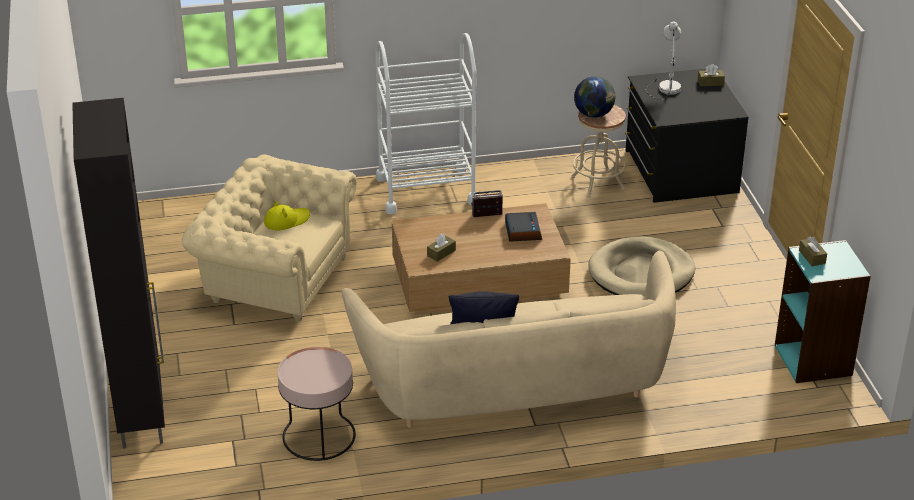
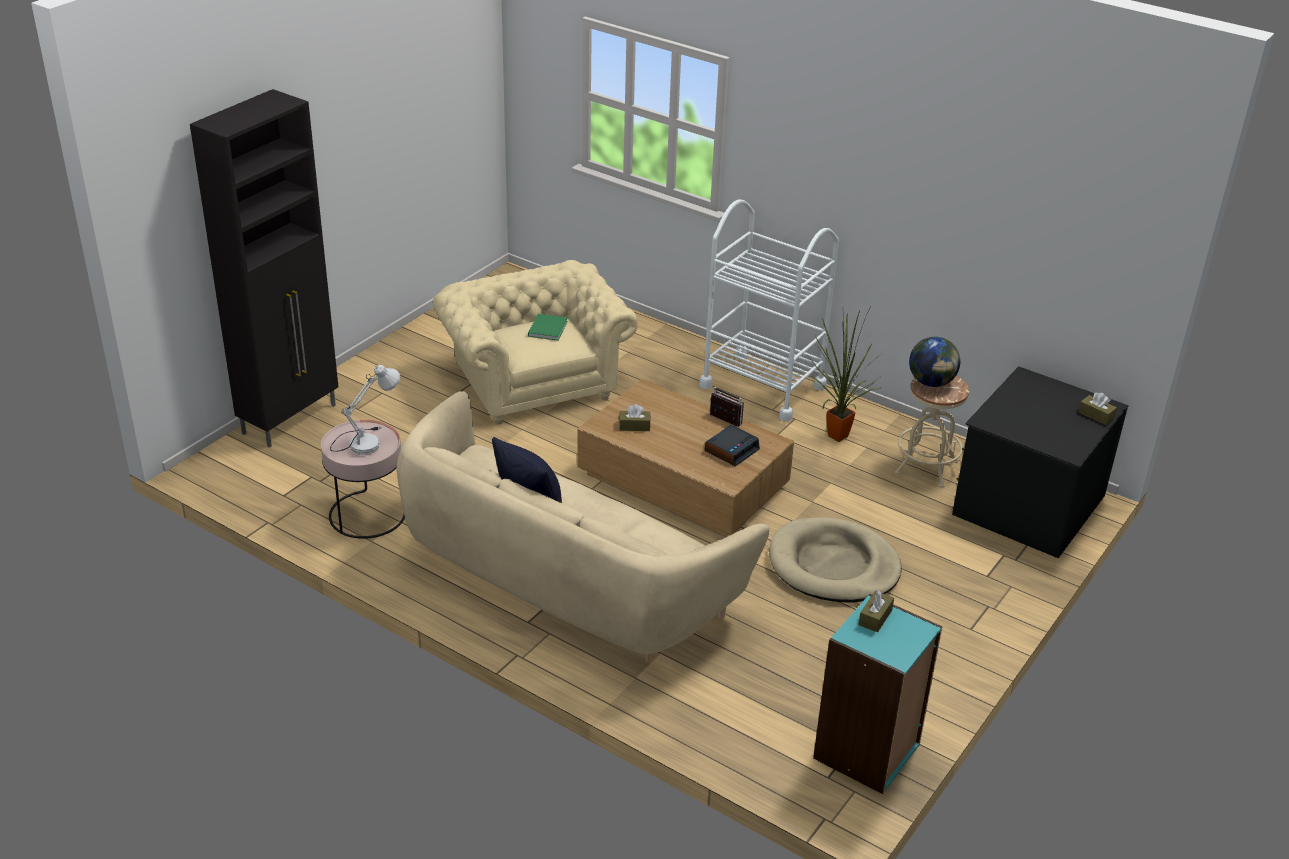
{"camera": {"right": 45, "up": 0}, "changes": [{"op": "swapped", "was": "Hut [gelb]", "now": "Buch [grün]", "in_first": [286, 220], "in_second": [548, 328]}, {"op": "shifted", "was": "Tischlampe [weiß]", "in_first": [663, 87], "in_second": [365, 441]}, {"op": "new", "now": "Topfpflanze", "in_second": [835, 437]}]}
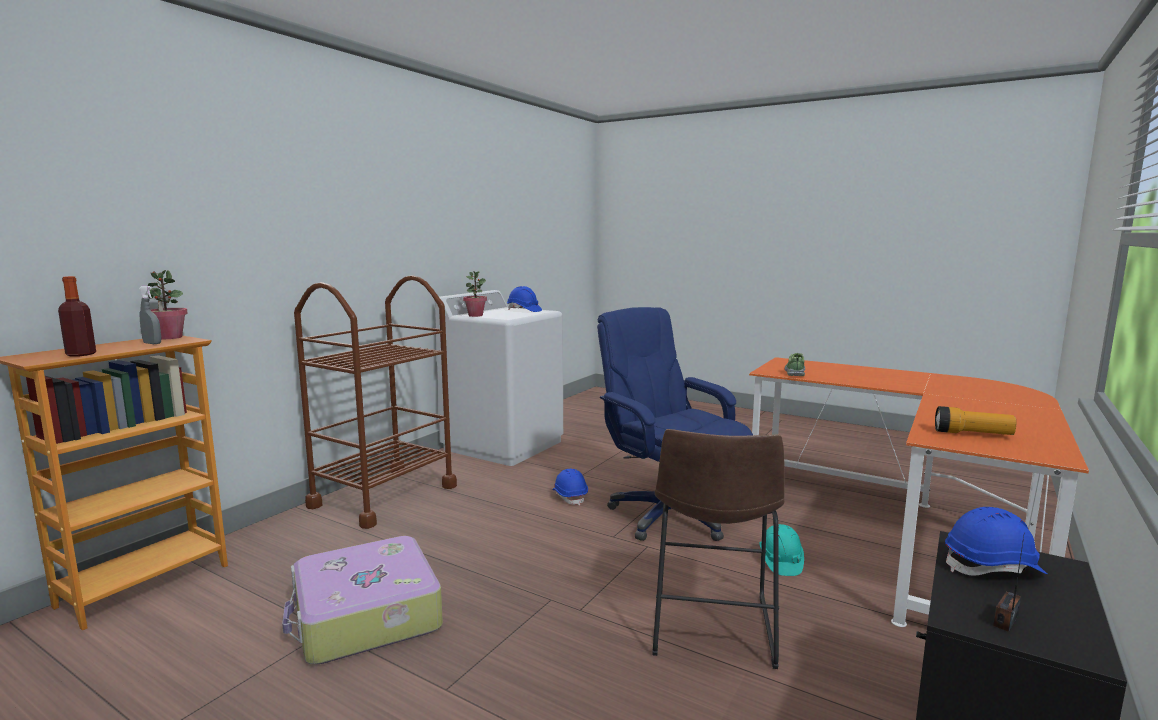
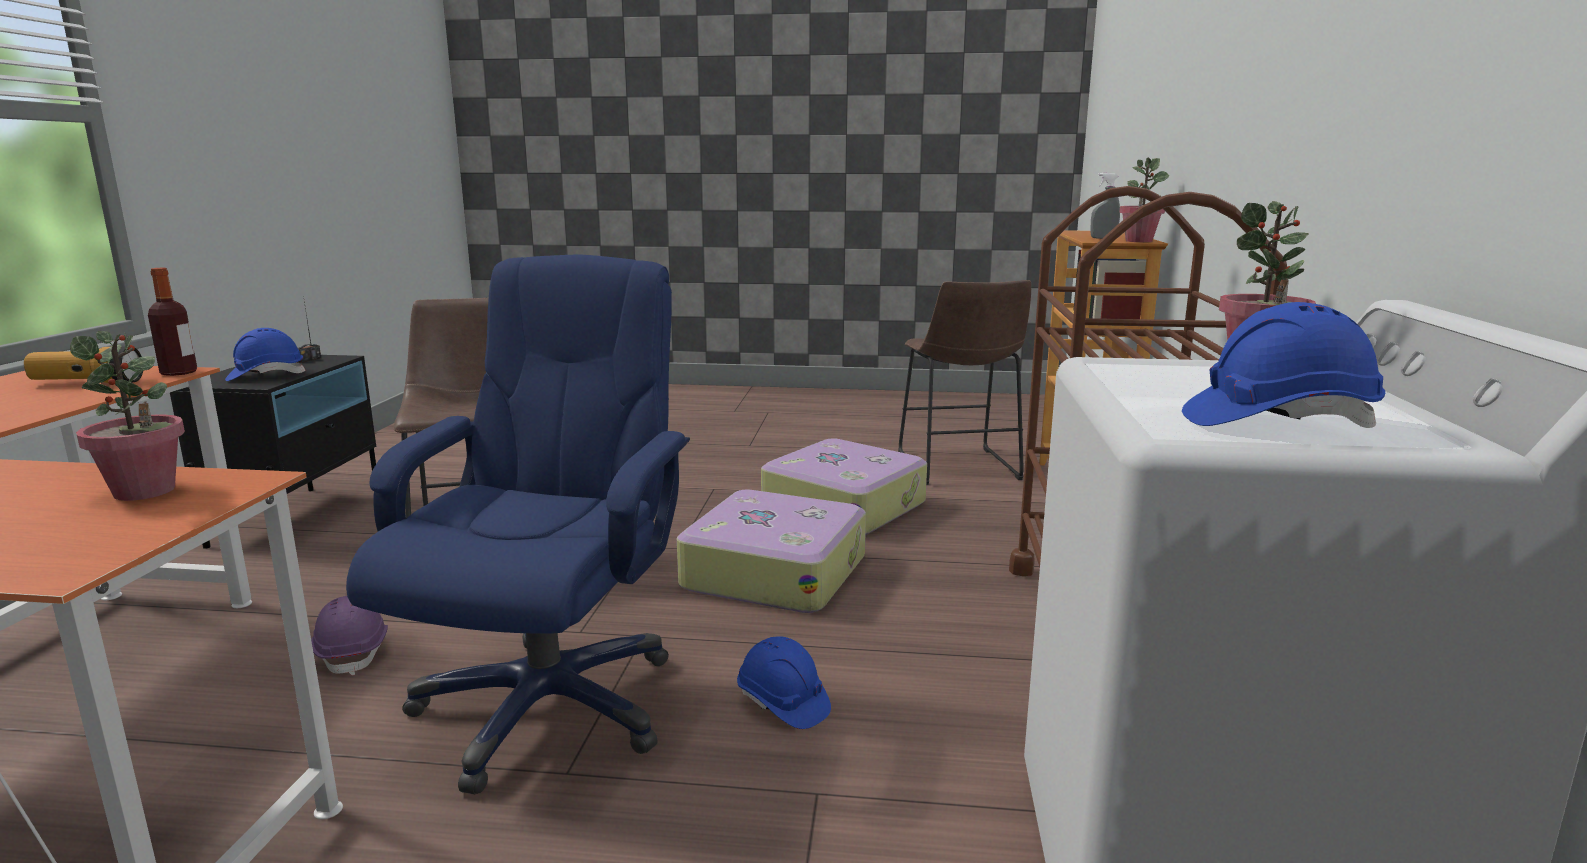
{"camera": {"right": 155, "up": 5}, "changes": [{"op": "shifted", "was": "Flasche", "in_first": [81, 354], "in_second": [179, 372]}, {"op": "rotated", "was": "Bürostuhl [blau]", "in_first": [669, 515], "in_second": [548, 704], "clockwise": -105}, {"op": "repainted", "was": "Schutzhelm [türkis]", "now": "Schutzhelm [lila]", "in_first": [780, 562], "in_second": [354, 652]}, {"op": "swapped", "was": "Schuh", "now": "Topfpflanze", "in_first": [795, 372], "in_second": [145, 491]}, {"op": "new", "now": "Koffer", "in_second": [774, 571]}, {"op": "new", "now": "Hocker [braun]", "in_second": [959, 468]}]}
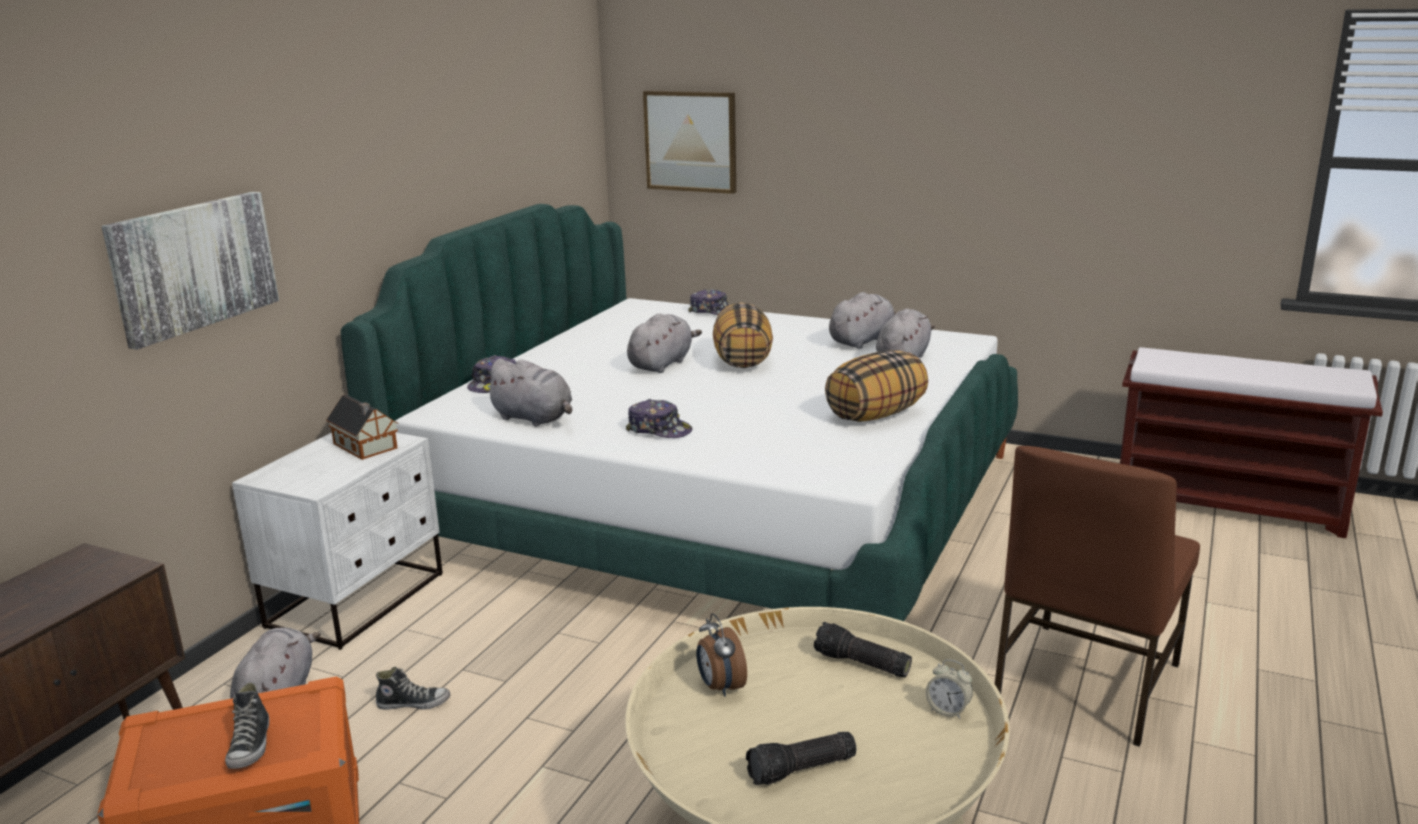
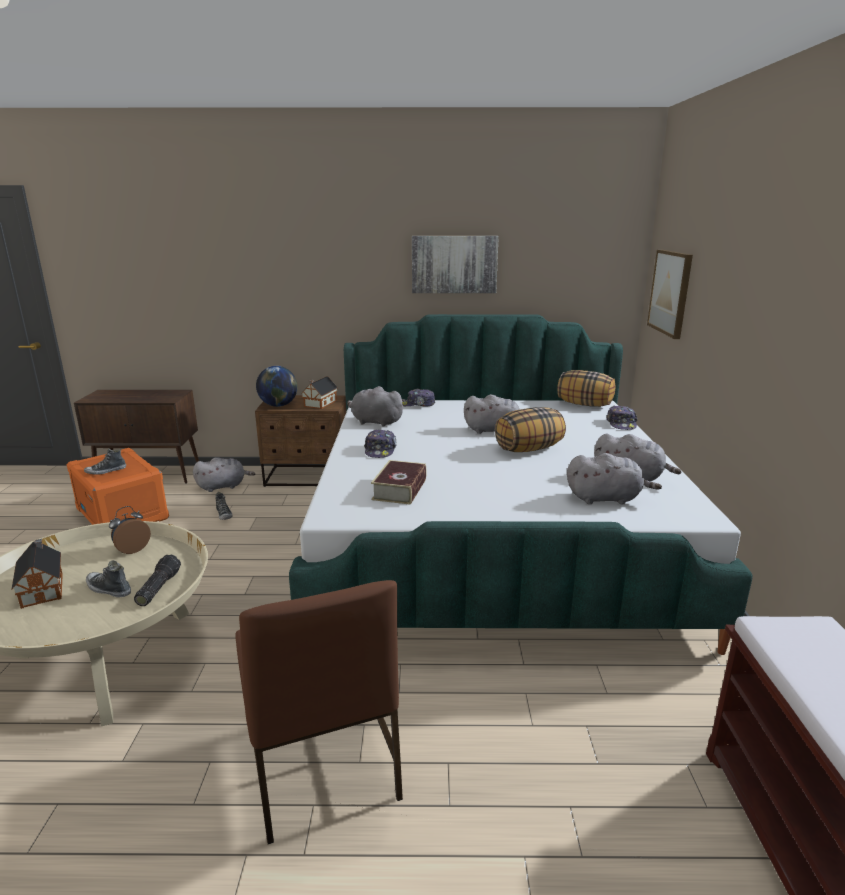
{"camera": {"right": 65, "up": 0}, "changes": [{"op": "shifted", "was": "Bild", "in_first": [193, 266], "in_second": [454, 264]}, {"op": "repainted", "was": "Nachttisch [weiß]", "now": "Nachttisch [braun]", "in_first": [358, 600], "in_second": [307, 477]}, {"op": "rotated", "was": "Plüschtier [grau]", "in_first": [534, 418], "in_second": [375, 422], "clockwise": 105}, {"op": "swapped", "was": "Taschenlampe", "now": "Spielzeughaus", "in_first": [802, 770], "in_second": [43, 588]}, {"op": "shifted", "was": "Kissen", "in_first": [875, 415], "in_second": [584, 404]}, {"op": "gone", "was": "Wecker", "in_first": [948, 710]}, {"op": "rotated", "was": "Stuhl [braun]", "in_first": [1084, 682], "in_second": [320, 764], "clockwise": -120}, {"op": "new", "now": "Schuh", "in_second": [108, 589]}, {"op": "new", "now": "Globus", "in_second": [278, 405]}, {"op": "new", "now": "Buch", "in_second": [400, 489]}]}
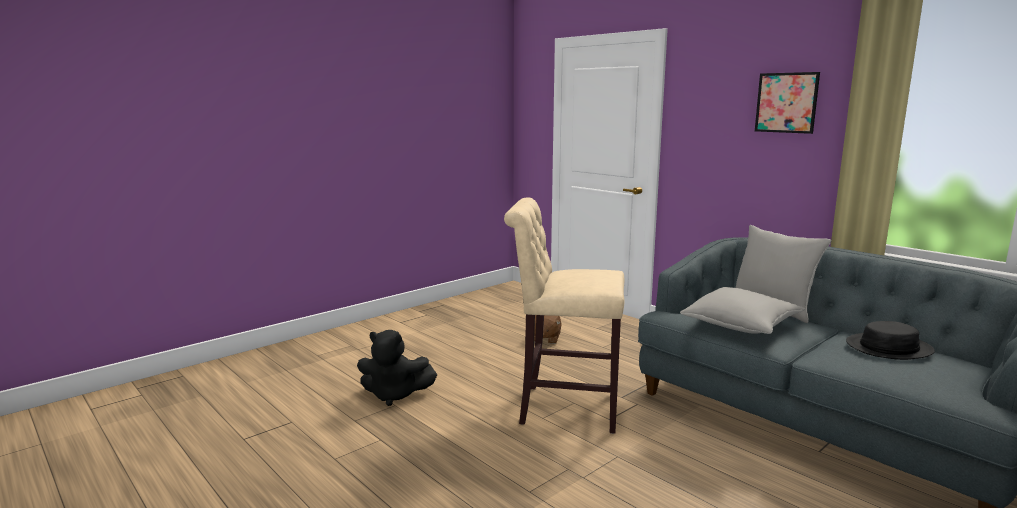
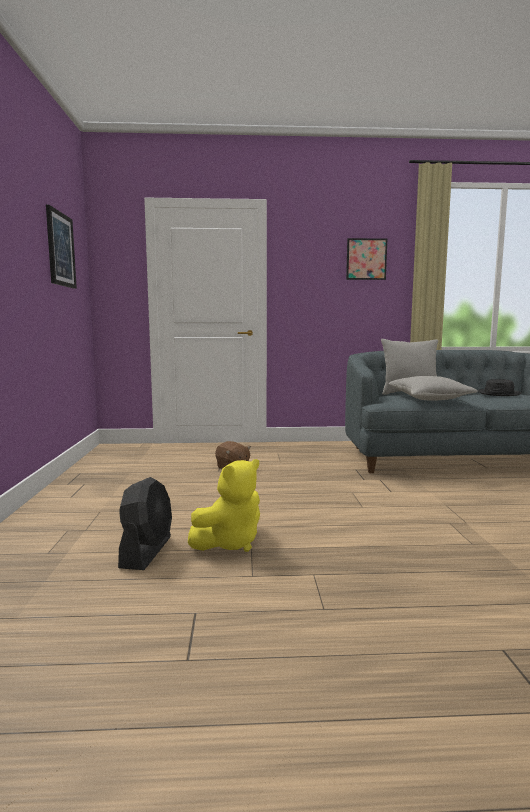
{"camera": {"right": -50, "up": -5}, "changes": [{"op": "repainted", "was": "Plüschtier [schwarz]", "now": "Plüschtier [gelb]", "in_first": [394, 395], "in_second": [230, 543]}, {"op": "gone", "was": "Hocker [beige]", "in_first": [563, 408]}, {"op": "new", "now": "Bild", "in_second": [60, 249]}, {"op": "new", "now": "Ventilator [schwarz]", "in_second": [146, 552]}]}
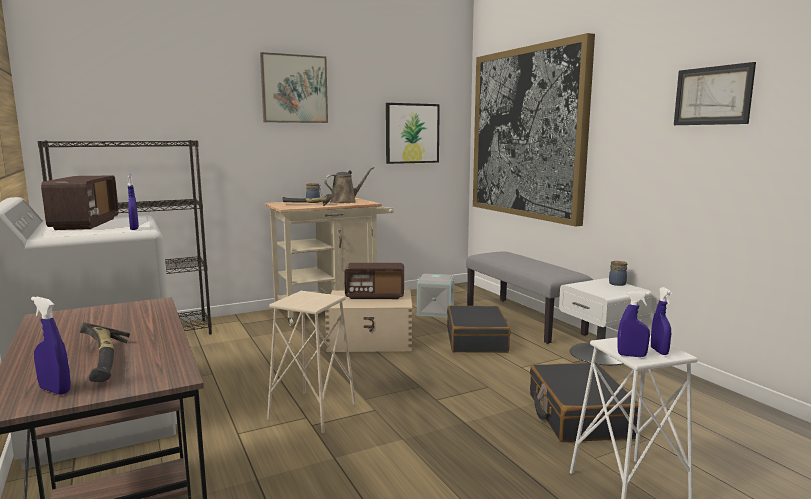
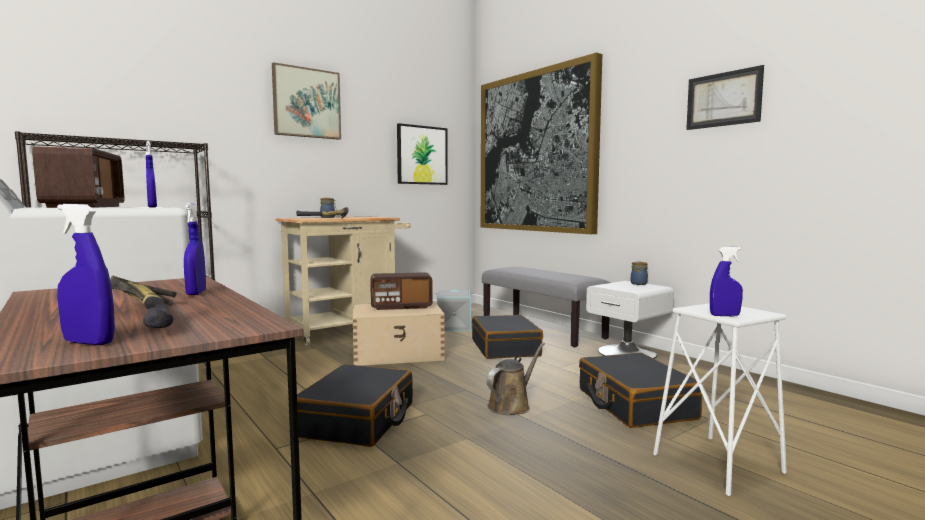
{"camera": {"right": -10, "up": -5}, "changes": [{"op": "swapped", "was": "Hocker [beige]", "now": "Koffer [schwarz]", "in_first": [313, 411], "in_second": [357, 420]}, {"op": "shifted", "was": "Gießkanne [braun]", "in_first": [345, 201], "in_second": [511, 405]}, {"op": "shifted", "was": "Sprühflasche [blau]", "in_first": [659, 351], "in_second": [196, 293]}]}
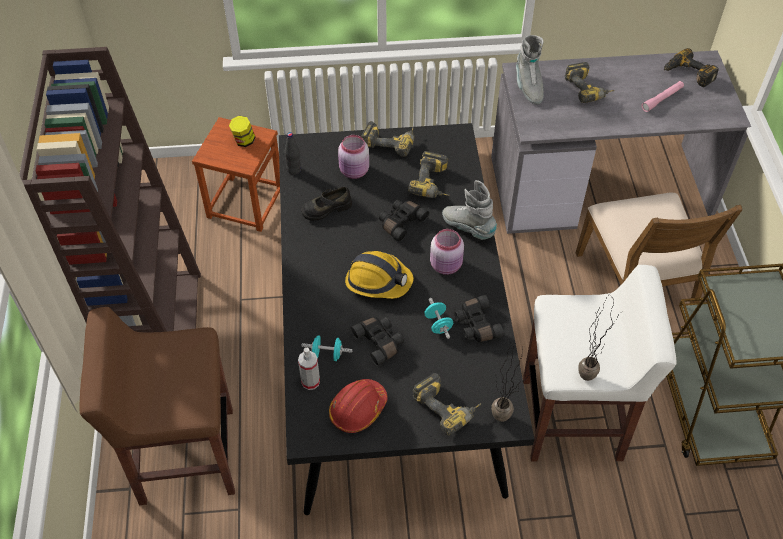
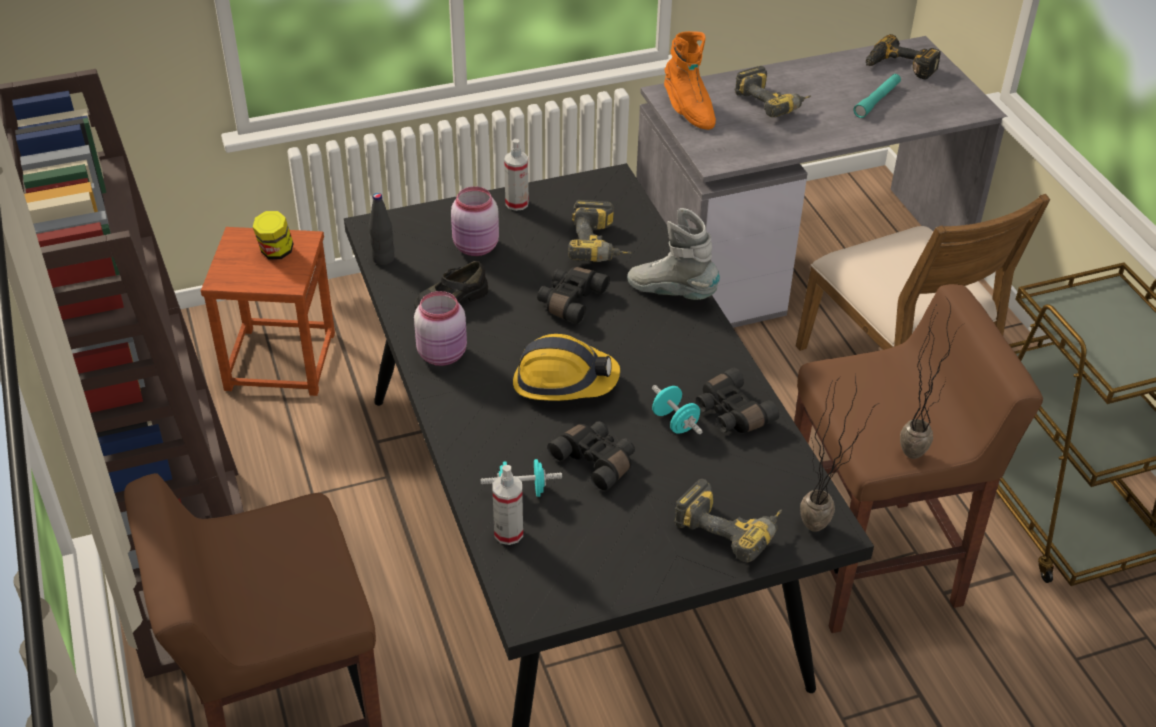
{"camera": {"right": -15, "up": -10}, "changes": [{"op": "gone", "was": "Schutzhelm [rot]", "in_first": [358, 409]}, {"op": "swapped", "was": "Bohrmaschine", "now": "Sprühflasche", "in_first": [390, 142], "in_second": [517, 203]}, {"op": "shifted", "was": "Vorratsglas [rosa]", "in_first": [447, 265], "in_second": [443, 354]}, {"op": "repainted", "was": "Stiefel [grau]", "now": "Stiefel [orange]", "in_first": [528, 87], "in_second": [688, 110]}, {"op": "repainted", "was": "Hocker [weiß]", "now": "Hocker [braun]", "in_first": [574, 419], "in_second": [873, 564]}, {"op": "repainted", "was": "Taschenlampe [rosa]", "now": "Taschenlampe [türkis]", "in_first": [662, 99], "in_second": [877, 100]}]}
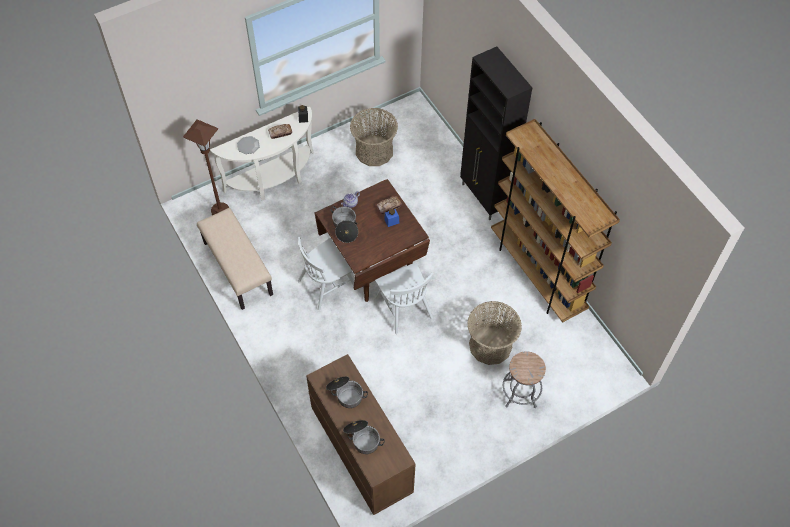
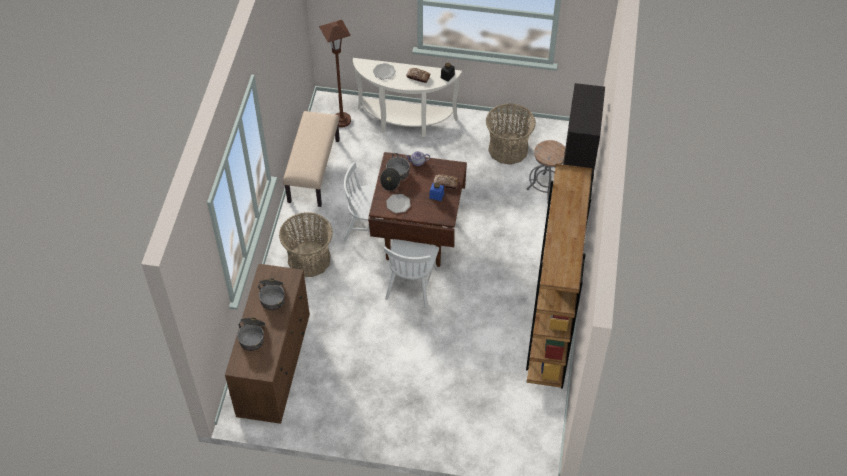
{"camera": {"right": 40, "up": -5}, "changes": [{"op": "shifted", "was": "Korb", "in_first": [490, 345], "in_second": [309, 259]}, {"op": "shifted", "was": "Hocker [grau]", "in_first": [520, 393], "in_second": [546, 188]}, {"op": "new", "now": "Teller", "in_second": [398, 204]}]}
